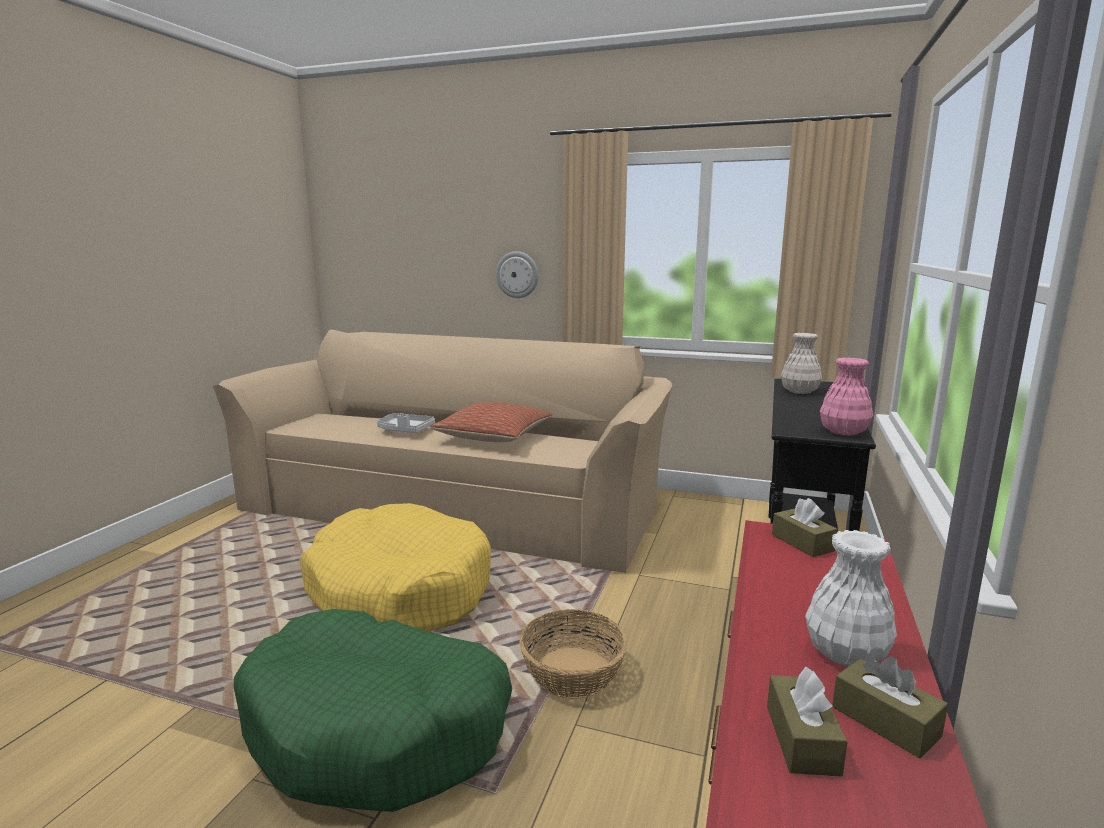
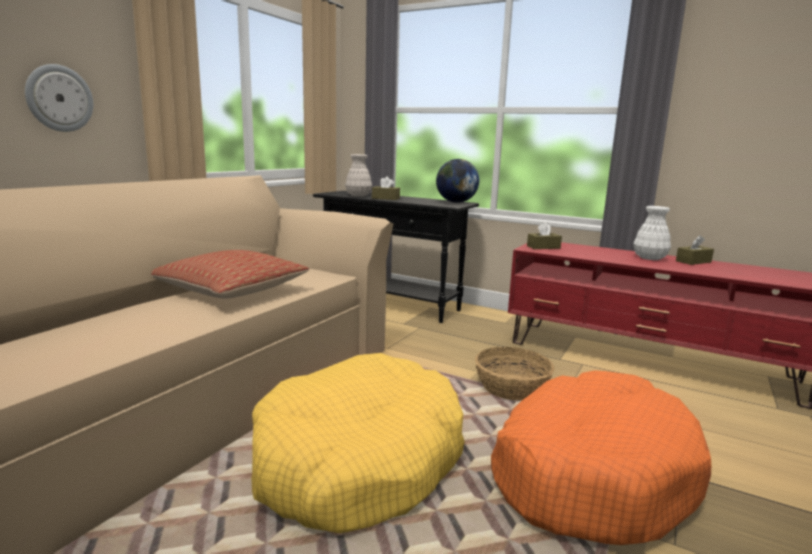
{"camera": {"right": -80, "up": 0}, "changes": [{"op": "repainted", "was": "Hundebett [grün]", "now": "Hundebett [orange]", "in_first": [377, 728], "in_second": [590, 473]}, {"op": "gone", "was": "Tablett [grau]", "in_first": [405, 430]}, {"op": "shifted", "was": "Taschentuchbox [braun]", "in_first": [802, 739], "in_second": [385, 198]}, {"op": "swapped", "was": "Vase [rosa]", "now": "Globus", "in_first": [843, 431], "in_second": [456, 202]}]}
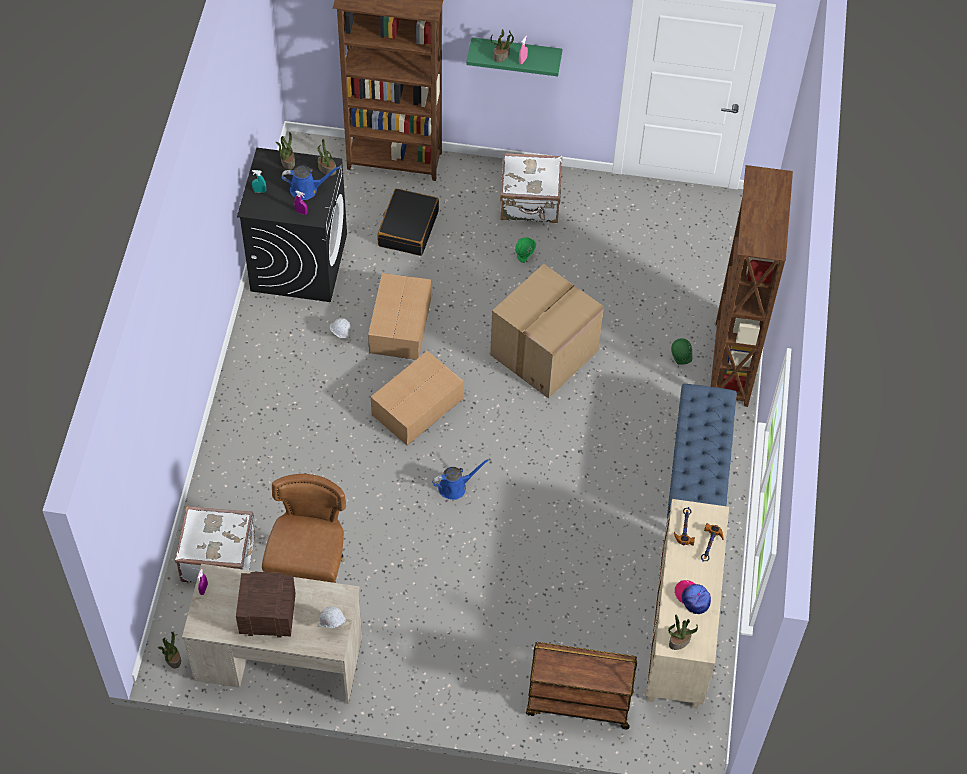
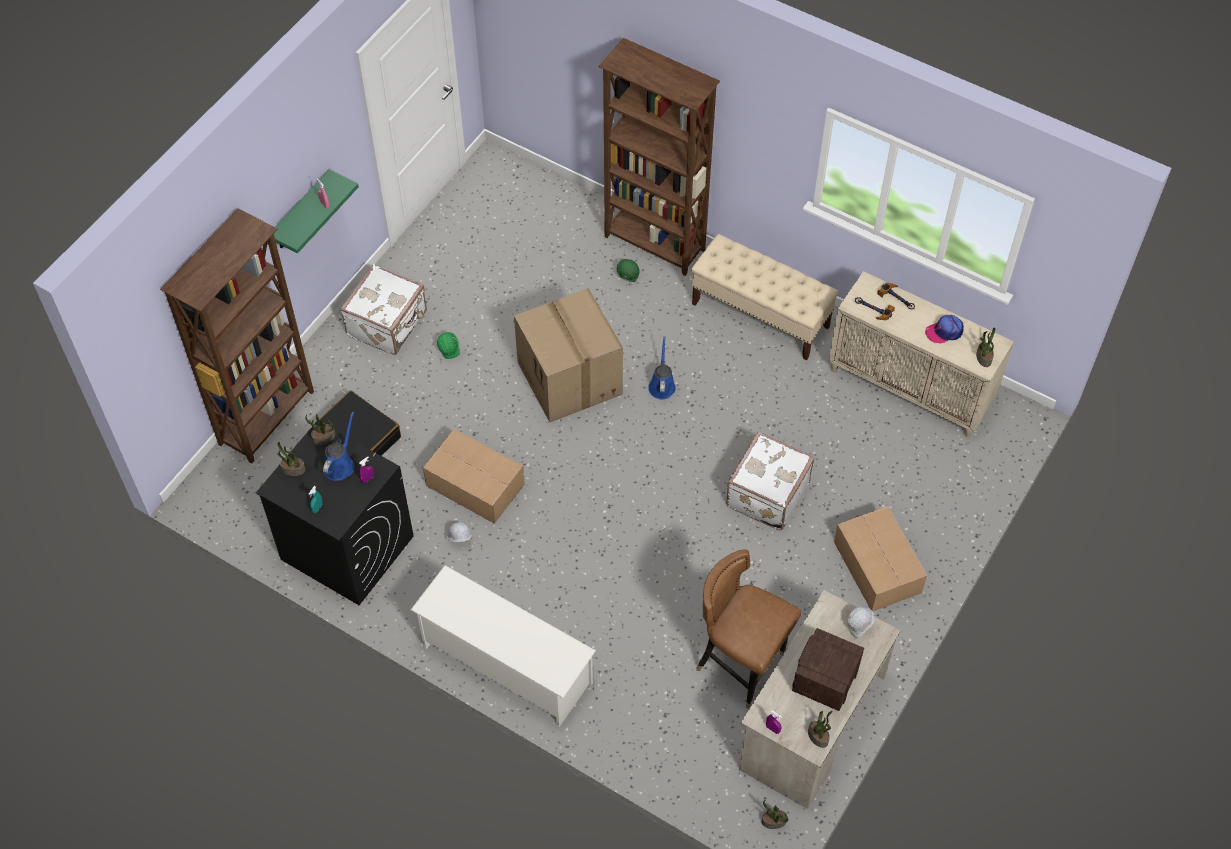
{"camera": {"right": -65, "up": 0}, "changes": [{"op": "shifted", "was": "Koffer [weiß]", "in_first": [218, 557], "in_second": [766, 494]}, {"op": "shifted", "was": "Karton", "in_first": [416, 407], "in_second": [877, 568]}, {"op": "shifted", "was": "Gießkanne [blau]", "in_first": [455, 487], "in_second": [662, 385]}, {"op": "shifted", "was": "Topfpflanze", "in_first": [501, 55], "in_second": [818, 736]}, {"op": "gone", "was": "Rollwagen [braun]", "in_first": [578, 703]}, {"op": "repainted", "was": "Bank [blau]", "now": "Bank [beige]", "in_first": [696, 477], "in_second": [761, 315]}, {"op": "new", "now": "Schuhregal [weiß]", "in_second": [506, 665]}]}
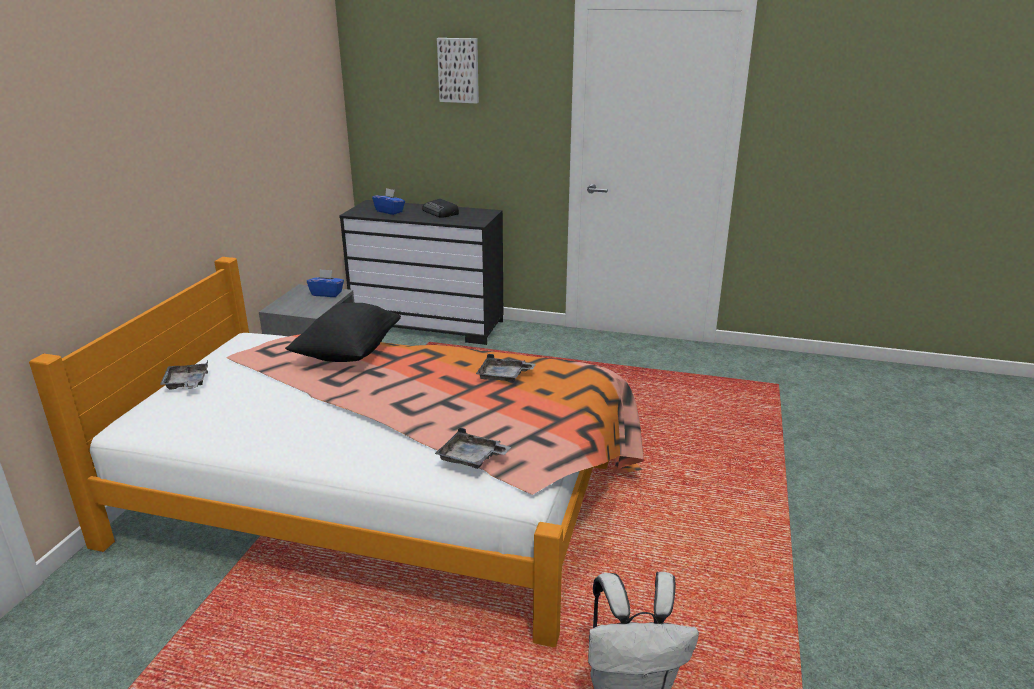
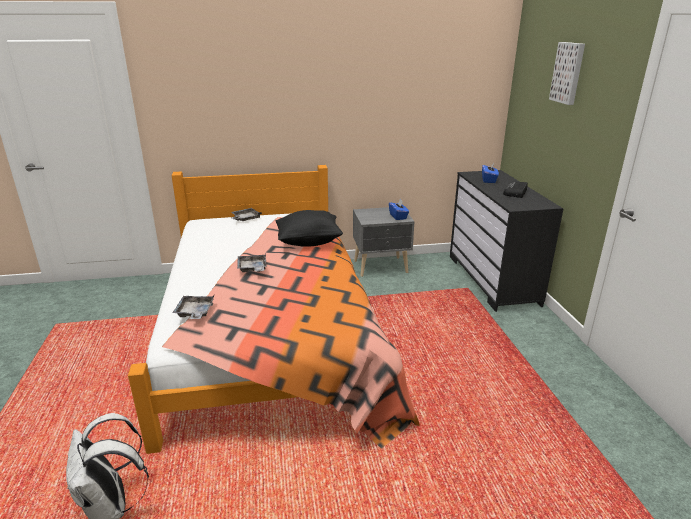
{"camera": {"right": 65, "up": 0}, "changes": [{"op": "shifted", "was": "Tablett [grau]", "in_first": [503, 376], "in_second": [252, 268]}]}
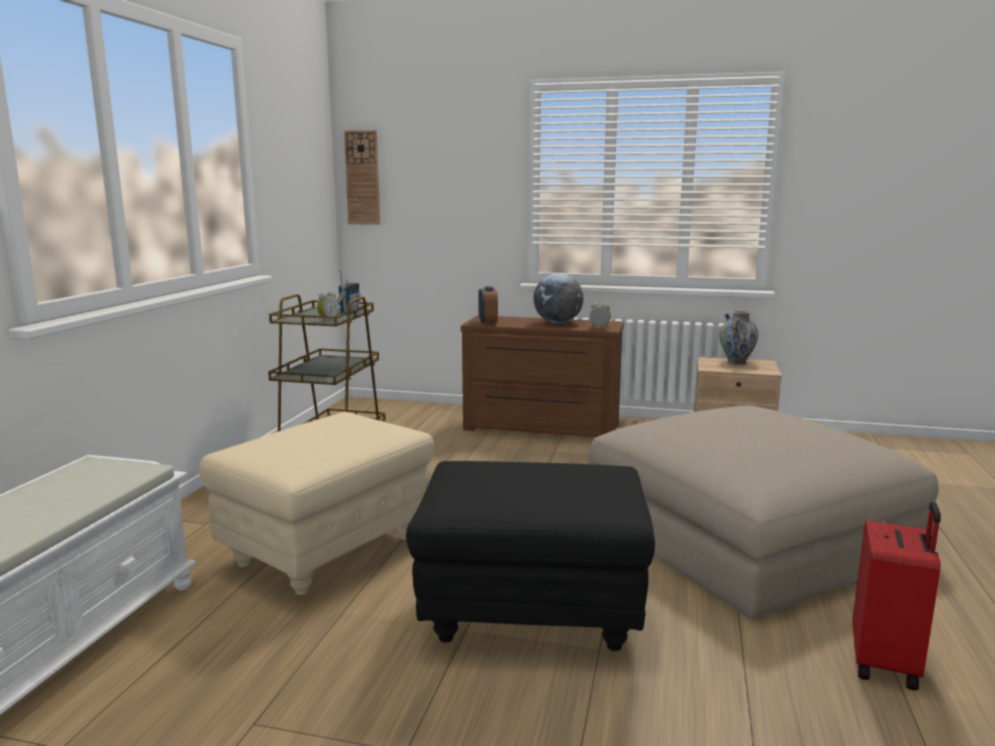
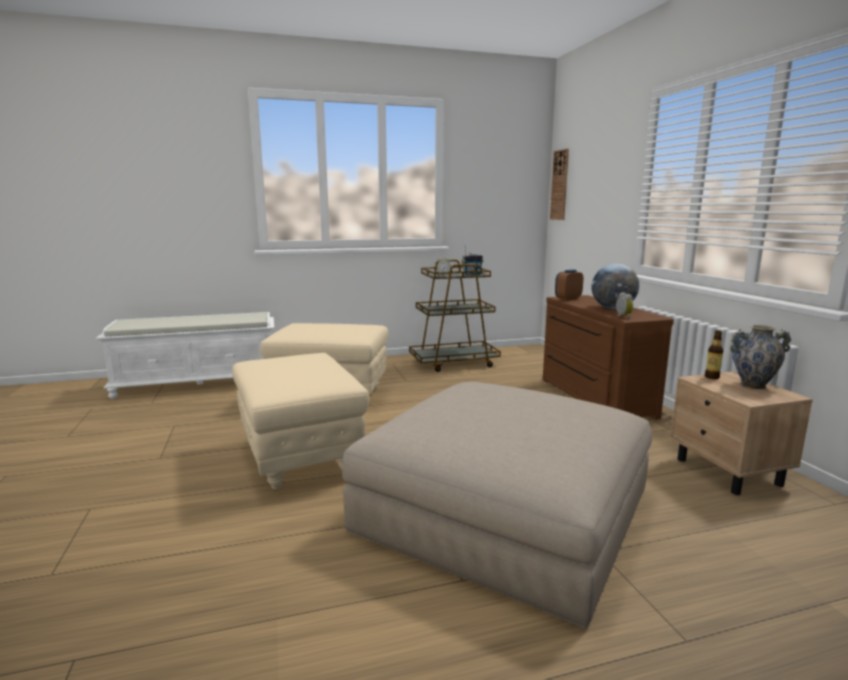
{"camera": {"right": 60, "up": 0}, "changes": [{"op": "repainted", "was": "Polsterhocker [schwarz]", "now": "Polsterhocker [beige]", "in_first": [532, 613], "in_second": [301, 456]}, {"op": "gone", "was": "Koffer [rot]", "in_first": [886, 663]}, {"op": "new", "now": "Flasche", "in_second": [712, 377]}]}
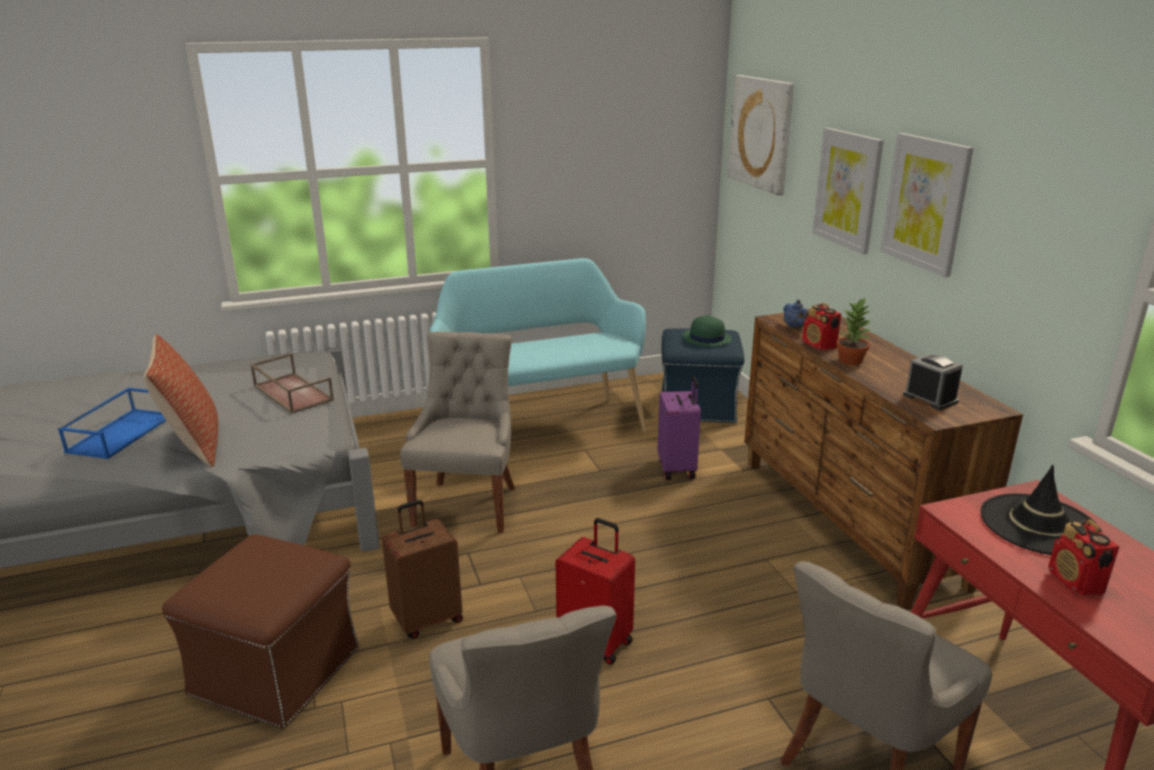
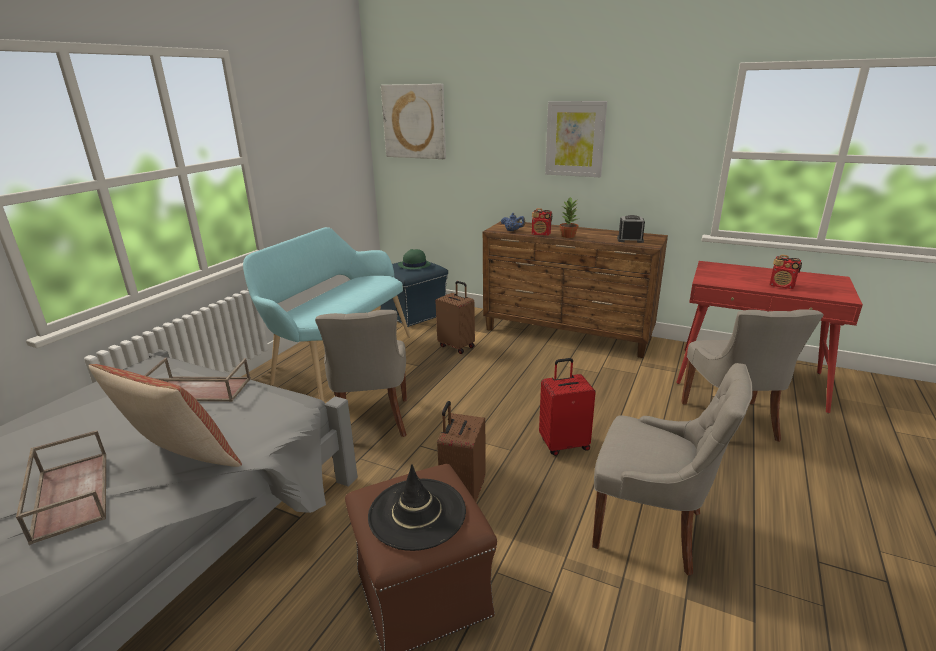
{"camera": {"right": -45, "up": 0}, "changes": [{"op": "repainted", "was": "Tablett [blau]", "now": "Tablett [braun]", "in_first": [121, 432], "in_second": [70, 494]}, {"op": "rotated", "was": "Stuhl [grau]", "in_first": [467, 505], "in_second": [371, 421], "clockwise": -150}, {"op": "repainted", "was": "Koffer [lila]", "now": "Koffer [braun]", "in_first": [678, 468], "in_second": [457, 346]}, {"op": "gone", "was": "Bild", "in_first": [847, 189]}, {"op": "shifted", "was": "Hut [schwarz]", "in_first": [1039, 525], "in_second": [417, 513]}]}
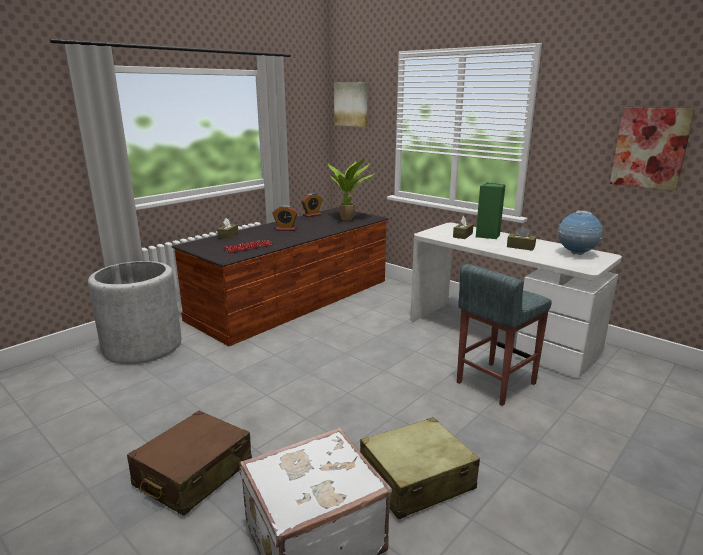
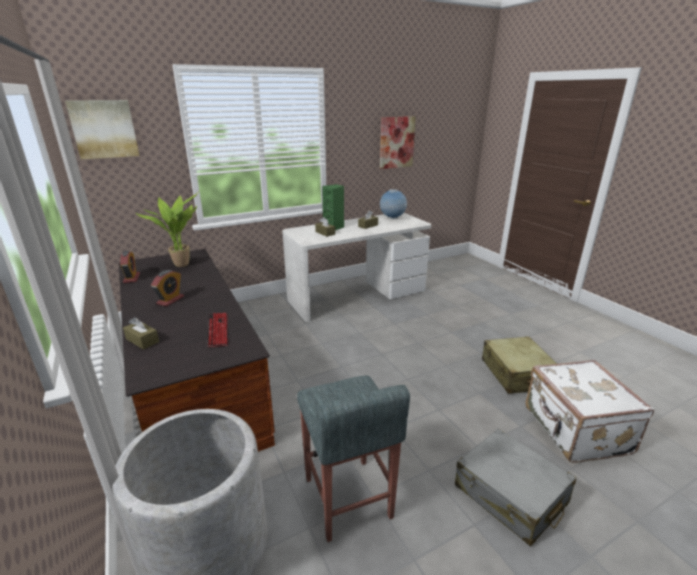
{"camera": {"right": -70, "up": 5}, "changes": [{"op": "repainted", "was": "Koffer [braun]", "now": "Koffer [grau]", "in_first": [193, 474], "in_second": [510, 494]}, {"op": "shifted", "was": "Hocker [grau]", "in_first": [495, 383], "in_second": [347, 498]}]}
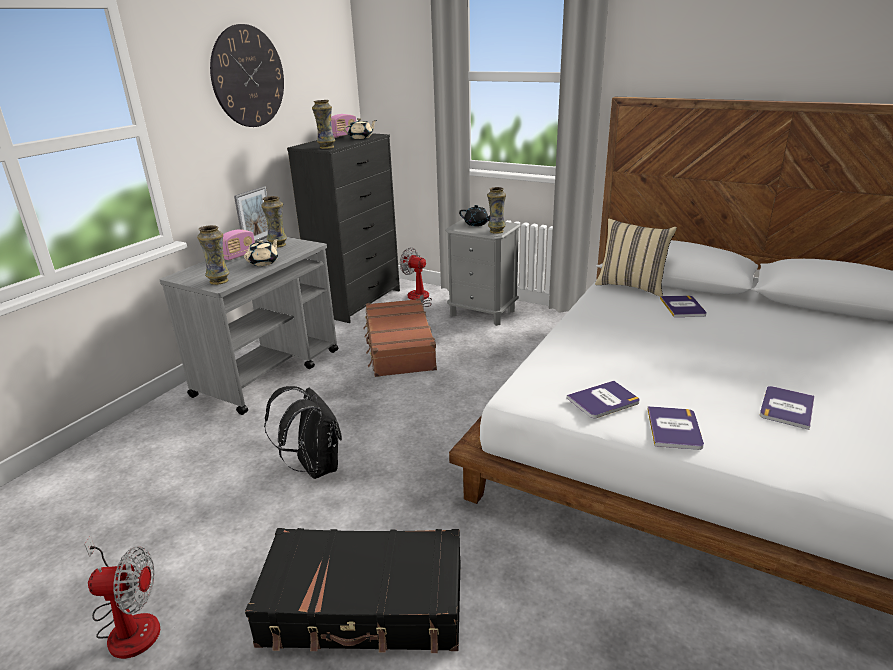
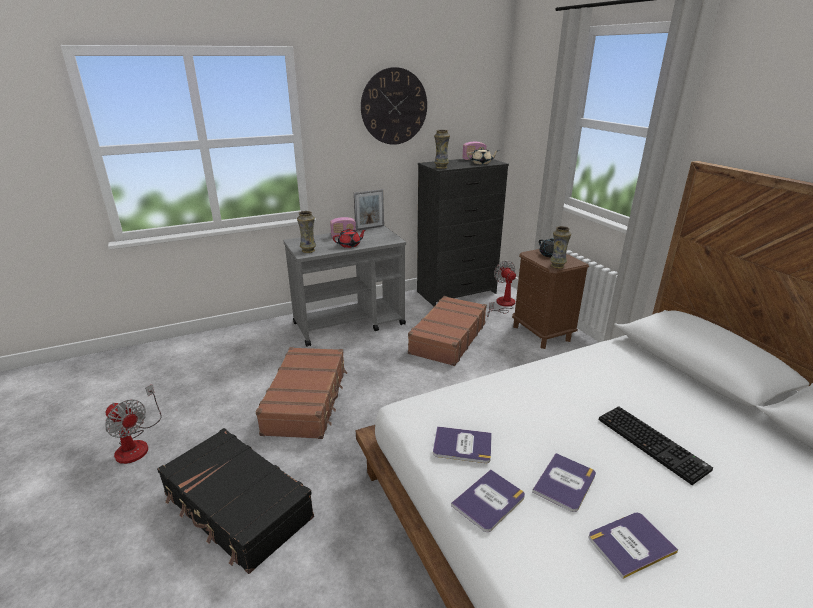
{"camera": {"right": 35, "up": 0}, "changes": [{"op": "repainted", "was": "Teekanne [beige]", "now": "Teekanne [rot]", "in_first": [264, 262], "in_second": [350, 245]}, {"op": "gone", "was": "Vase", "in_first": [278, 245]}, {"op": "swapped", "was": "Rucksack [schwarz]", "now": "Koffer [braun]", "in_first": [314, 467], "in_second": [307, 400]}, {"op": "repainted", "was": "Nachttisch [grau]", "now": "Nachttisch [braun]", "in_first": [483, 313], "in_second": [541, 333]}, {"op": "gone", "was": "Kissen [beige]", "in_first": [631, 286]}, {"op": "shifted", "was": "Buch", "in_first": [682, 307], "in_second": [564, 482]}, {"op": "new", "now": "Tastatur", "in_second": [653, 444]}]}
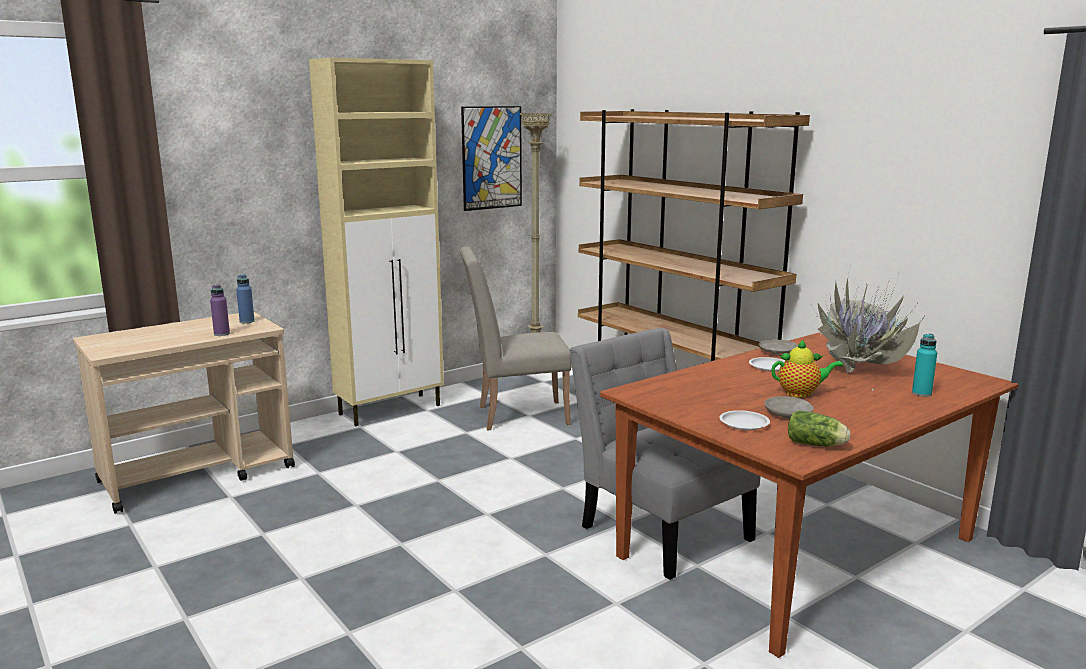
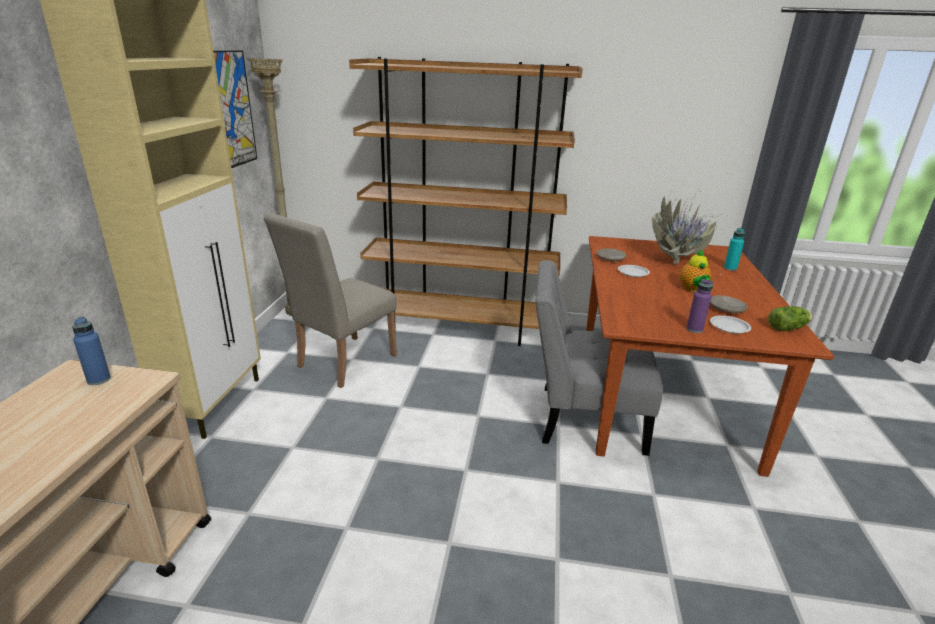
{"camera": {"right": -45, "up": 10}, "changes": [{"op": "shifted", "was": "Flasche [lila]", "in_first": [222, 334], "in_second": [694, 329]}, {"op": "rotated", "was": "Teekanne", "in_first": [801, 393], "in_second": [693, 289], "clockwise": 135}]}
